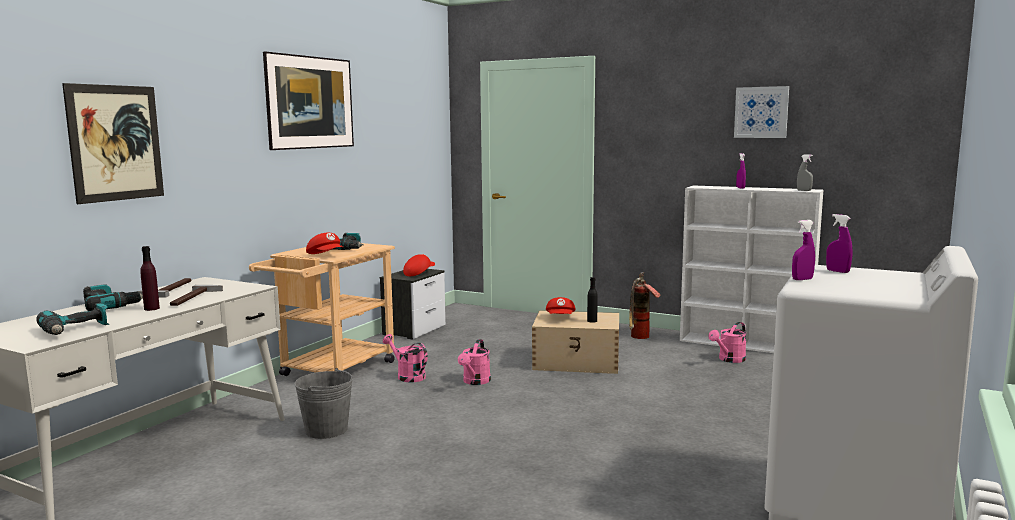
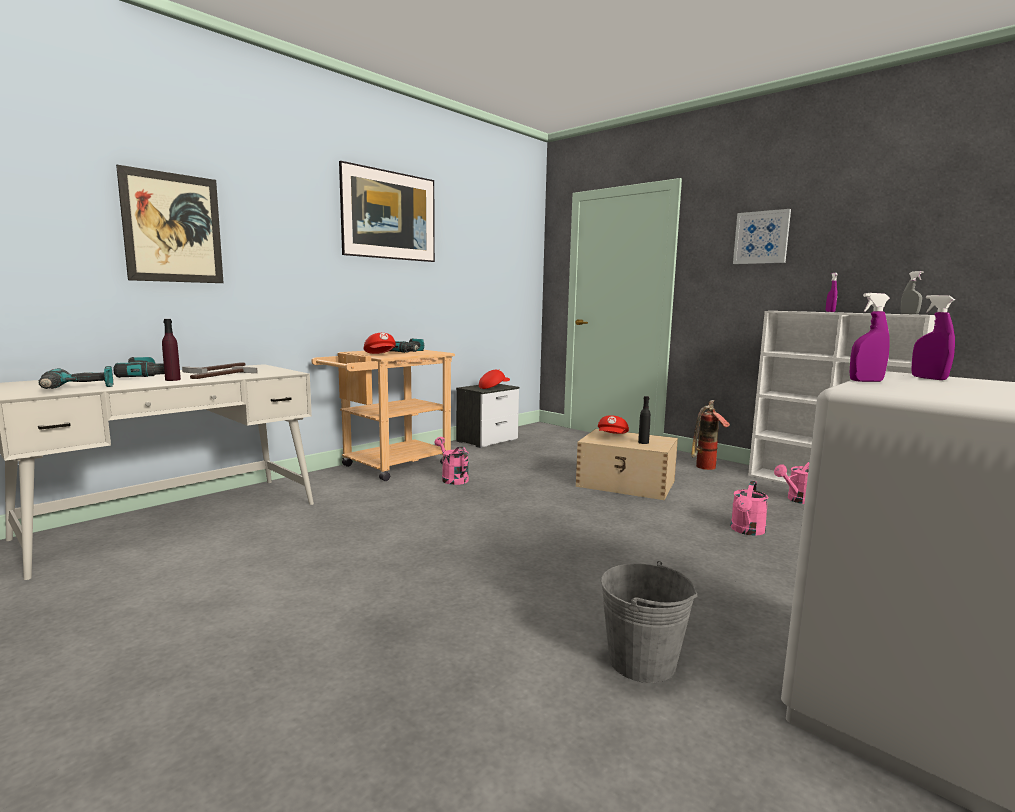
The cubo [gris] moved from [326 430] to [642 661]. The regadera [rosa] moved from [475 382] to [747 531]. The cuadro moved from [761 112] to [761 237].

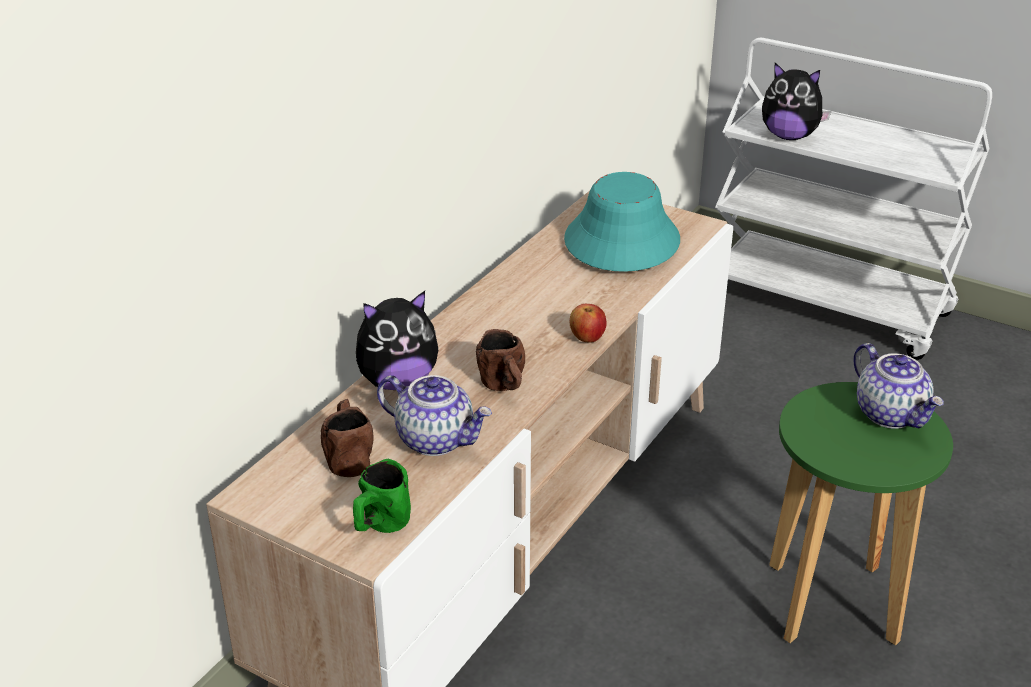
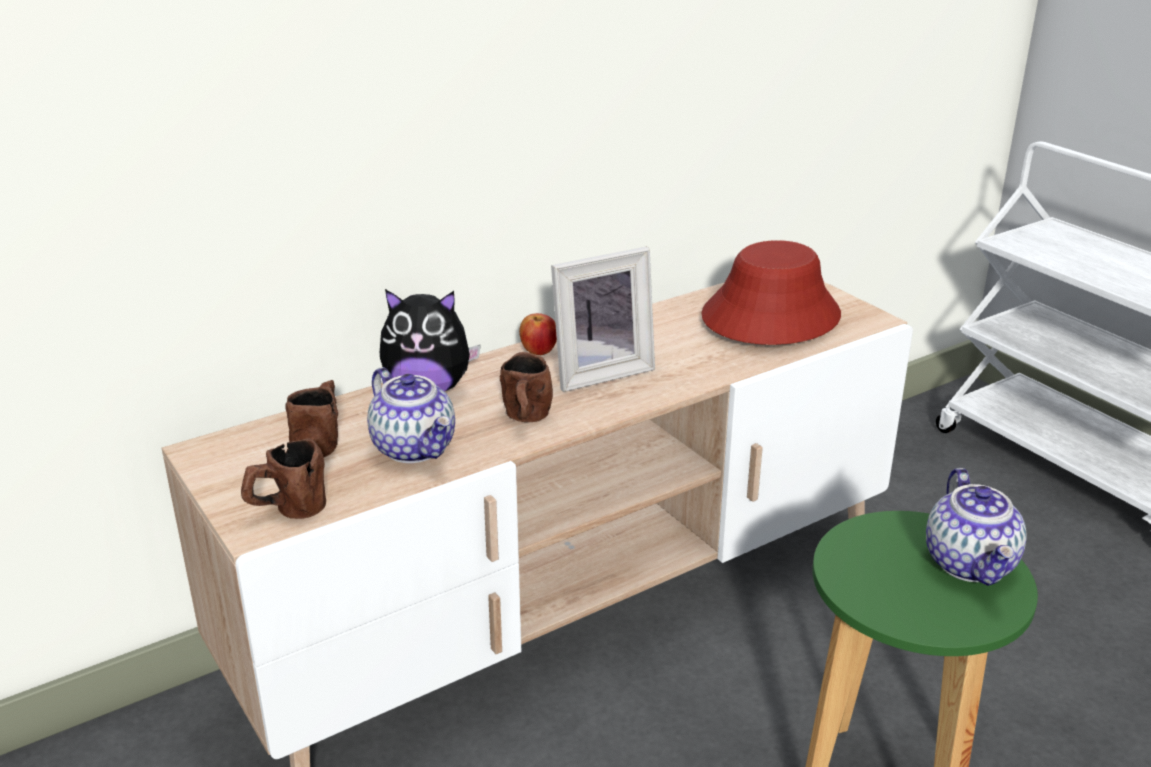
The taza grande [verde] at [379 527] became the taza grande [marrón] at [286 511]. The sombrero [turquesa] at [621 240] became the sombrero [rojo] at [770 316]. The manzana moved from [587 338] to [539 351]. The peluche at [789 136] disappeared. The portarretratos at [599 371] appeared.

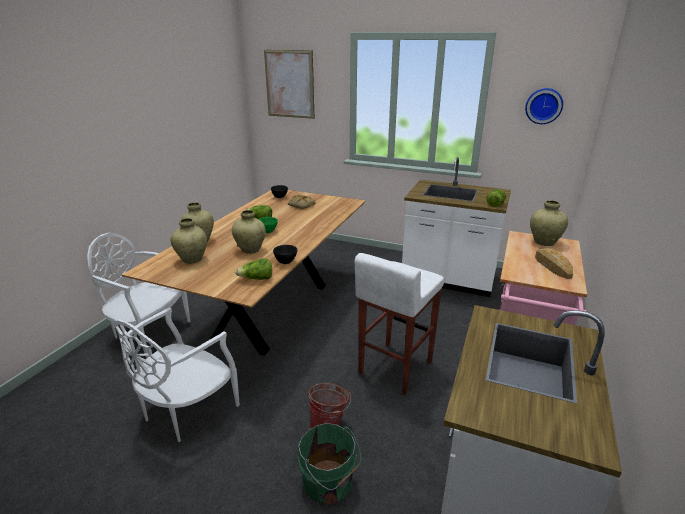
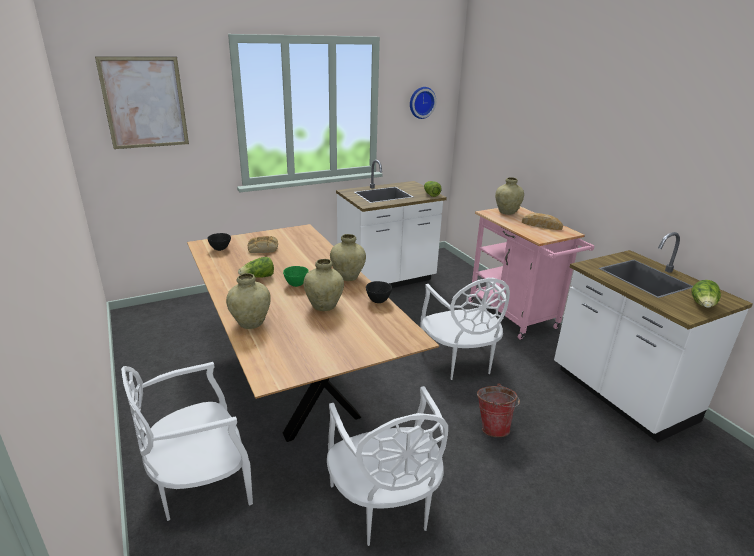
The florero [beis] moved from [192 260] to [347 277]. The lechuga moved from [257 279] to [703 305]. The cubo [verde] at [329 483] disappeared. The taburete [blanco] at [394 367] was replaced by the silla [blanco] at [459 361].

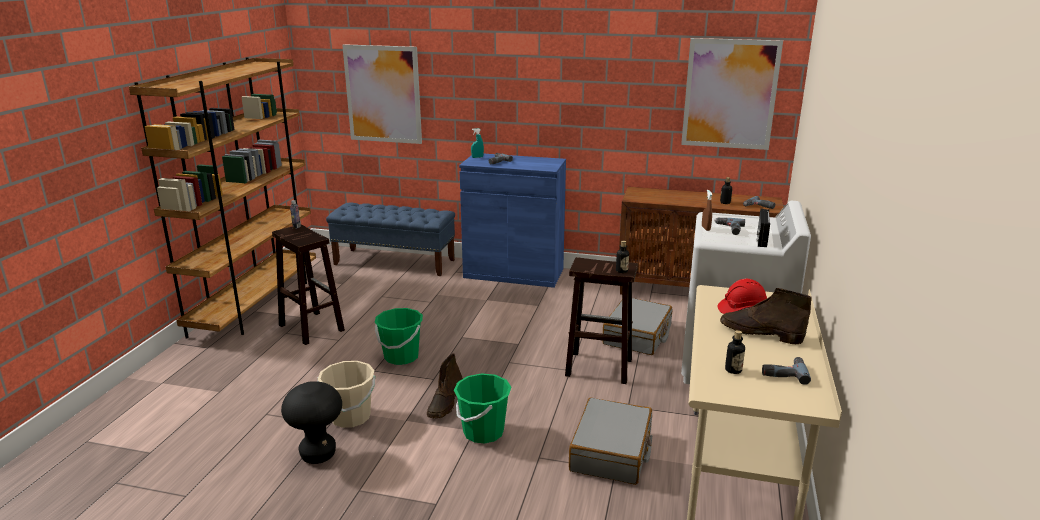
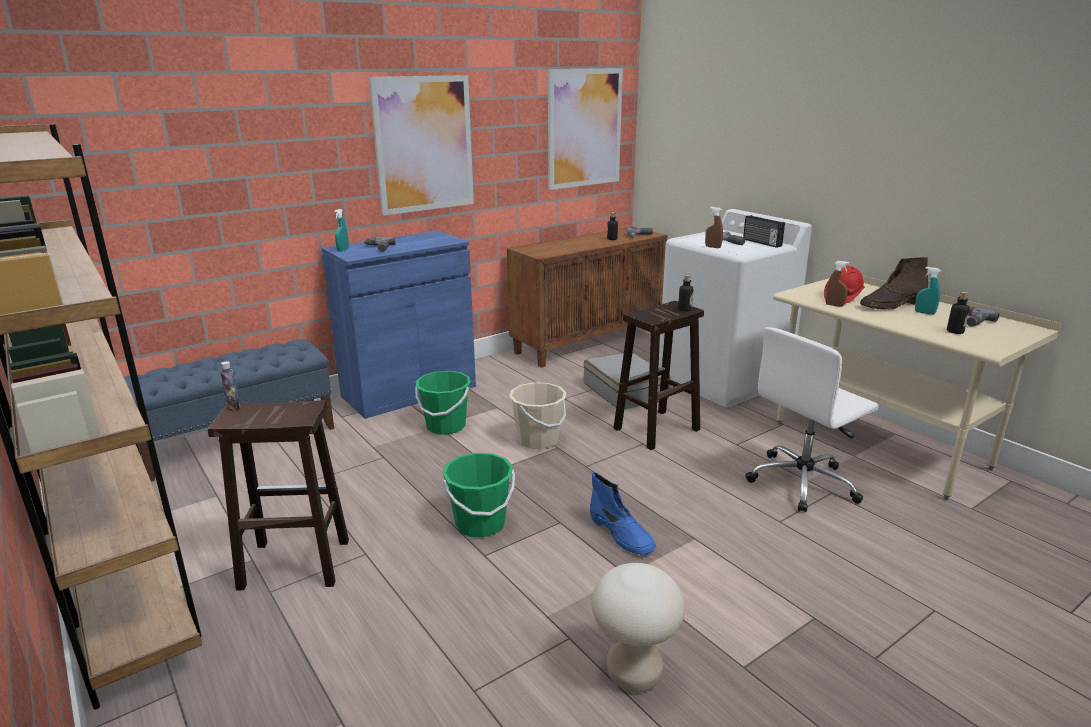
The taburete [negro] at [318 455] became the taburete [beis] at [633 675]. The cubo [beis] moved from [350 417] to [538 440]. The cuadro moved from [383 94] to [424 144]. The bota [marrón] at [445 403] became the bota [azul] at [621 534]. The cubo [verde] moved from [483 432] to [446 426]. The maleta [gris] at [611 452] was replaced by the silla de oficina [blanco] at [803 482]. The pulverizador [marrón] at [834 305] appeared. The pulverizador [turquesa] at [924 313] appeared.

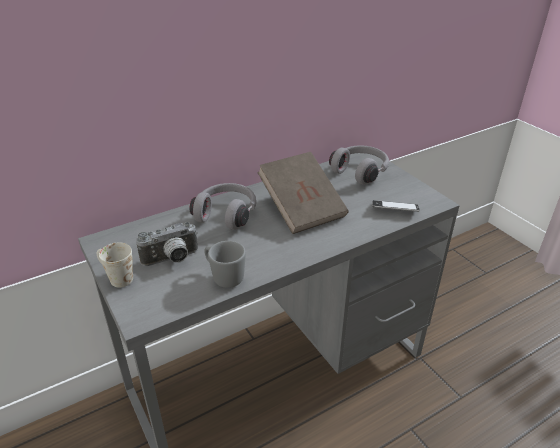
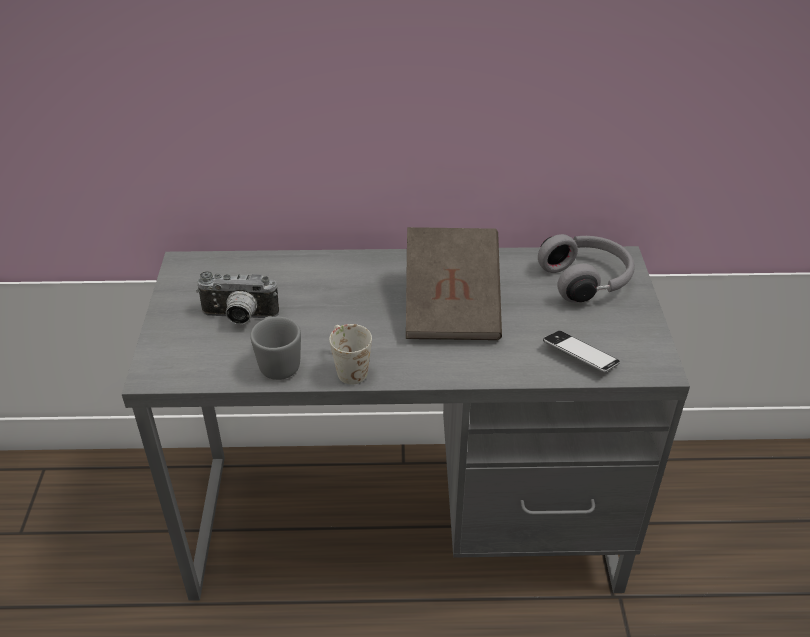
The taza grande [blanco] moved from [116 277] to [347 368]. The auriculares [gris] at [227 214] disappeared.

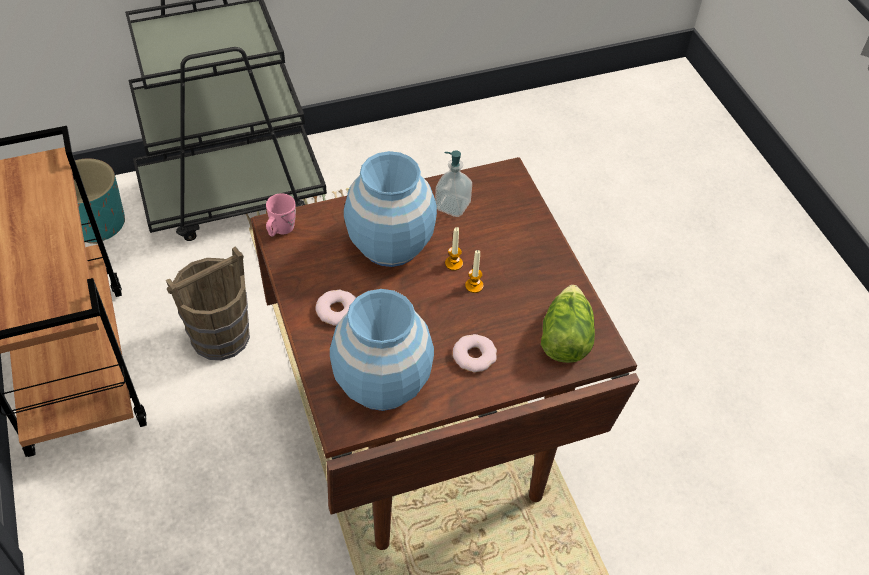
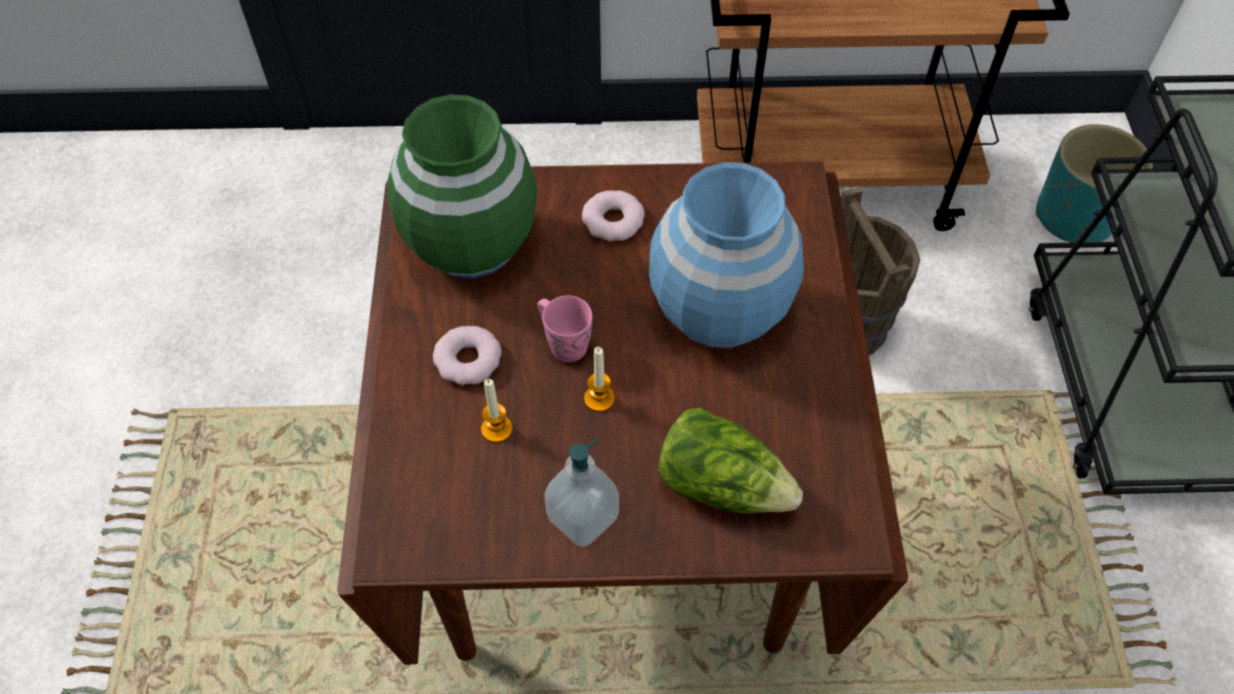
The taza grande [rosa] moved from [280 230] to [563 343]. The florero [azul] at [382 383] became the florero [verde] at [472 243]. The dispensador de jabón moved from [452 206] to [582 517]. The vela moved from [454 263] to [497 429]. The lechuga moved from [564 337] to [722 483].

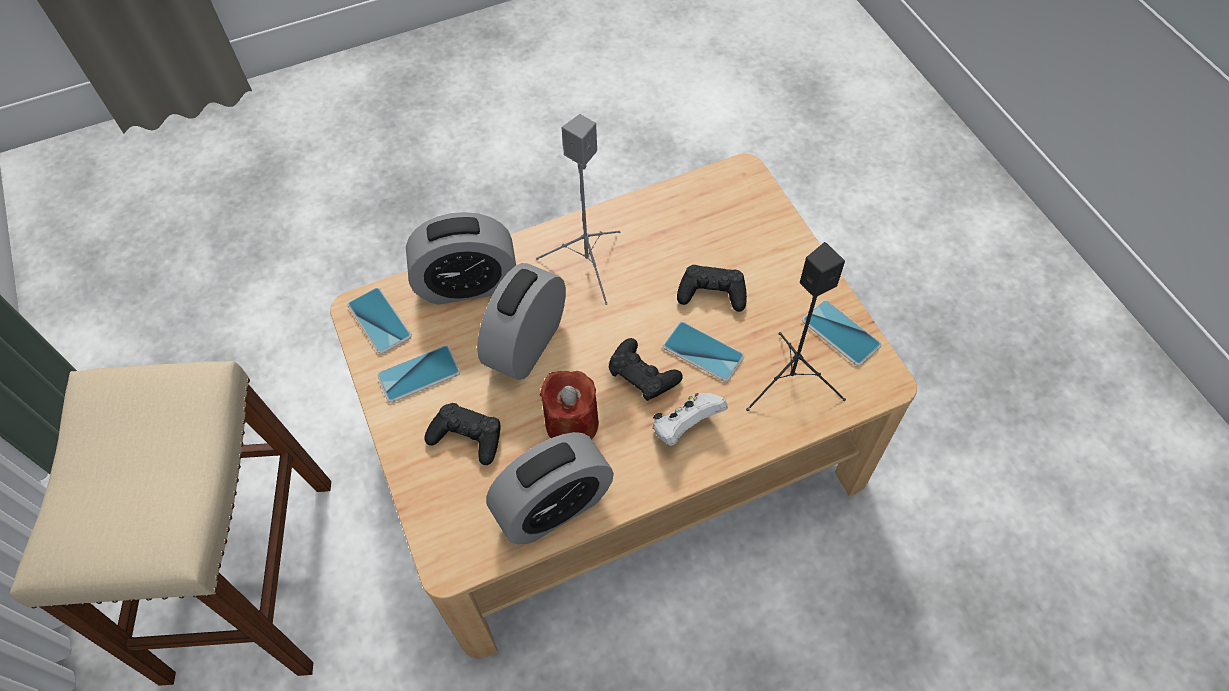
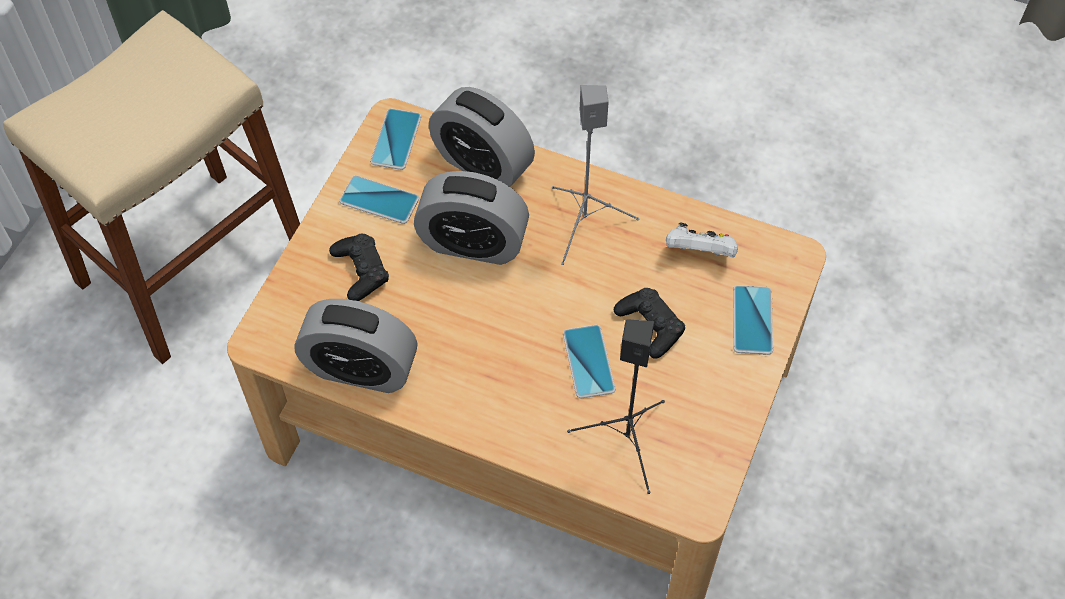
The despertador at [527 344] turned 150 degrees counterclockwise. The vela [rojo] at [572 423] disappeared. The mando de consola [negro] at [642 374] disappeared. The mando de consola [blanco] moved from [685 426] to [699 253]. The móvil moved from [841 333] to [752 320].

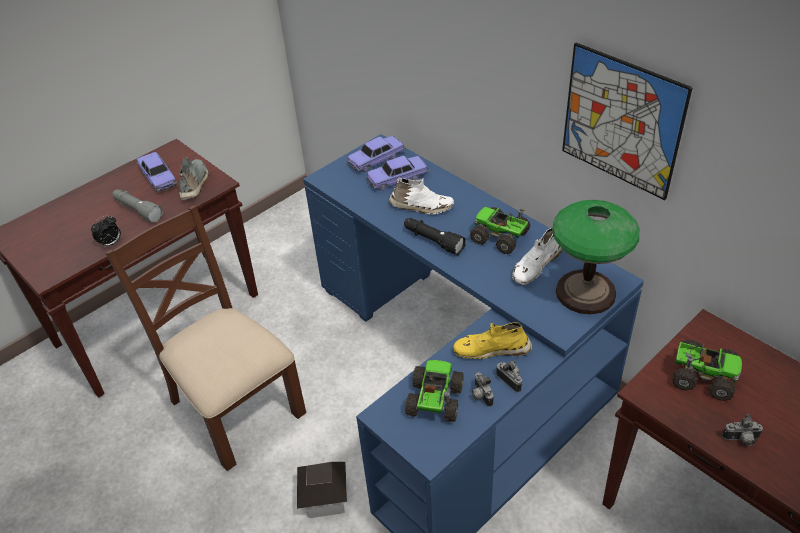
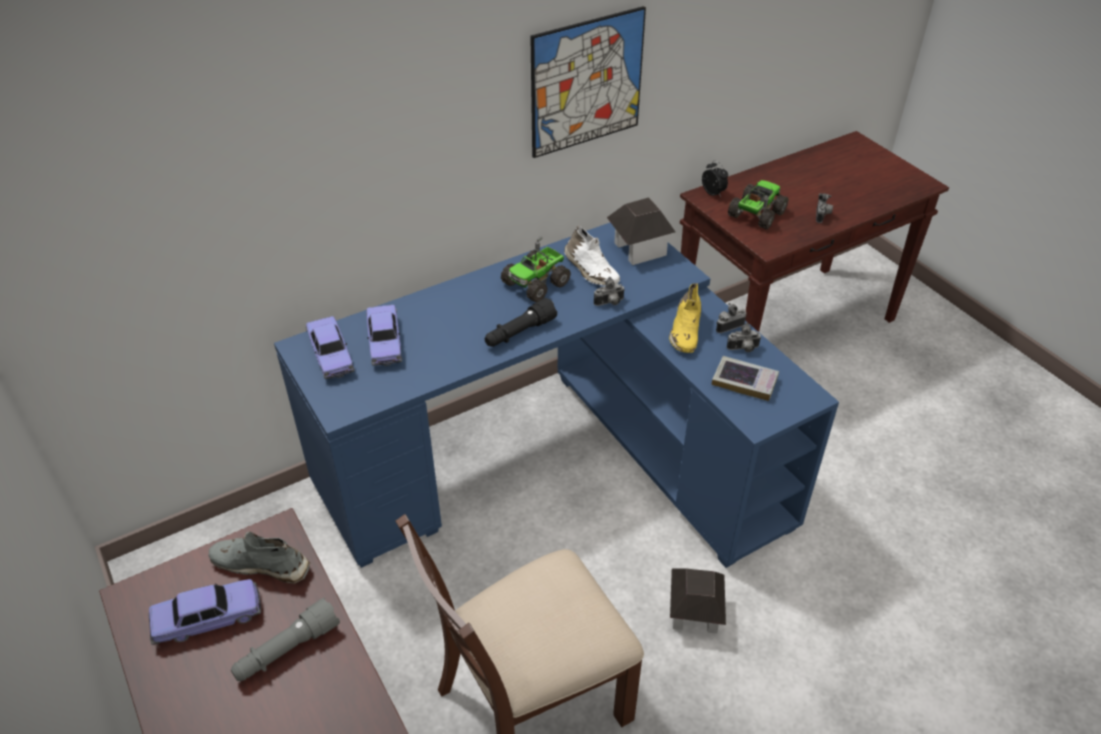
The despertador moved from [111 243] to [713 193]. The zapato [blanco] at [421 207] disappeared. The camión de juguete at [434 401] was replaced by the libro at [744 381]. The lámpara de mesa at [585 292] was replaced by the casita at [639 249]. The cámara at [610 303] appeared.

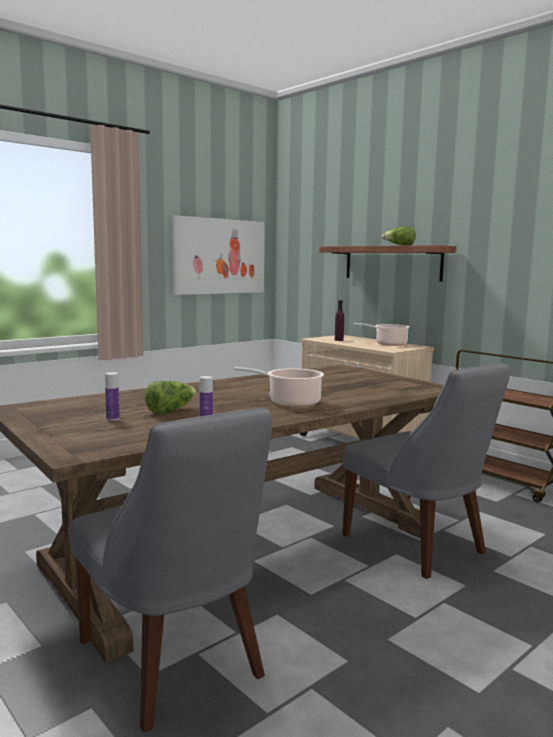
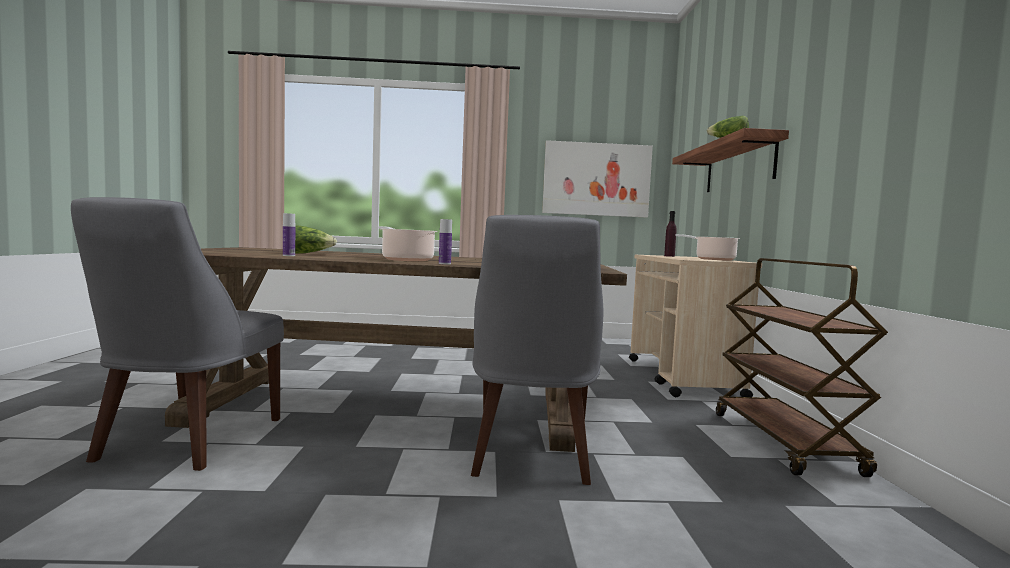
The botella moved from [112 419] to [444 264].

